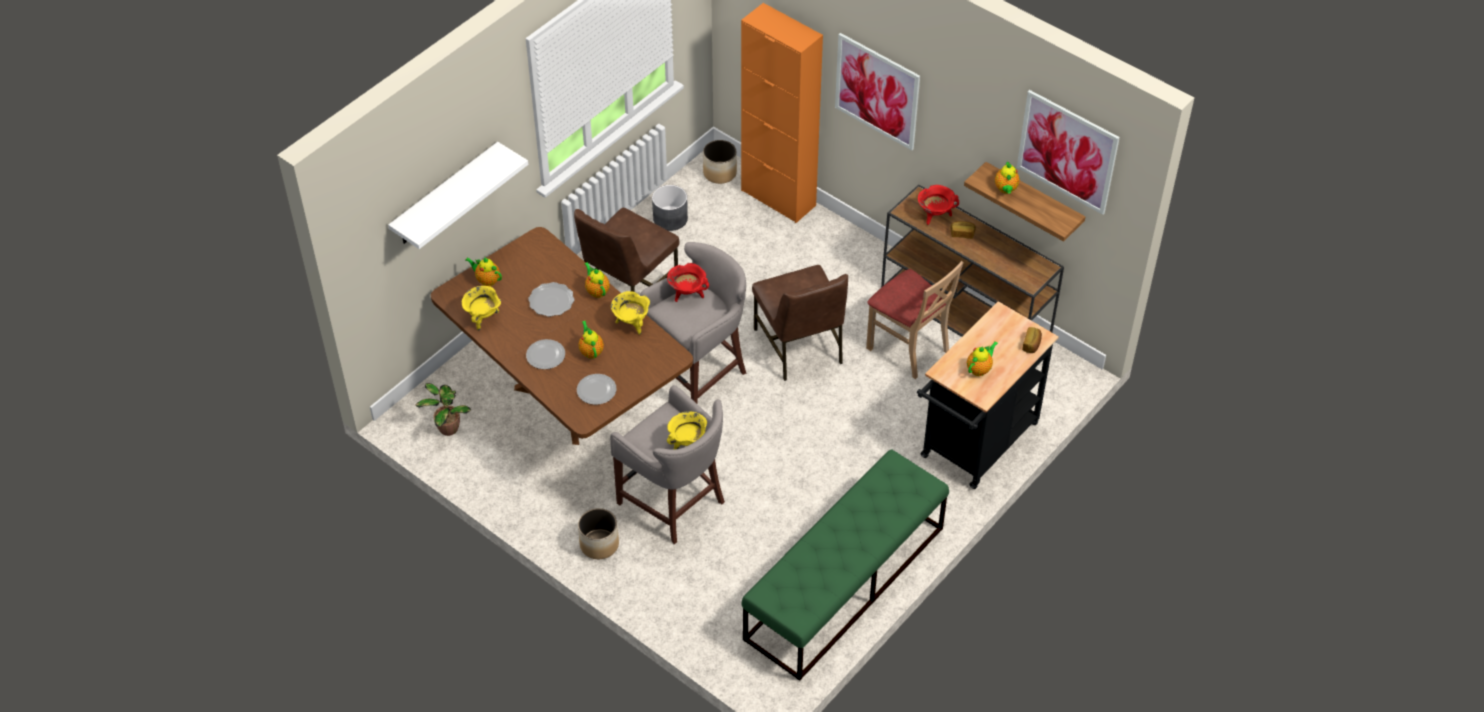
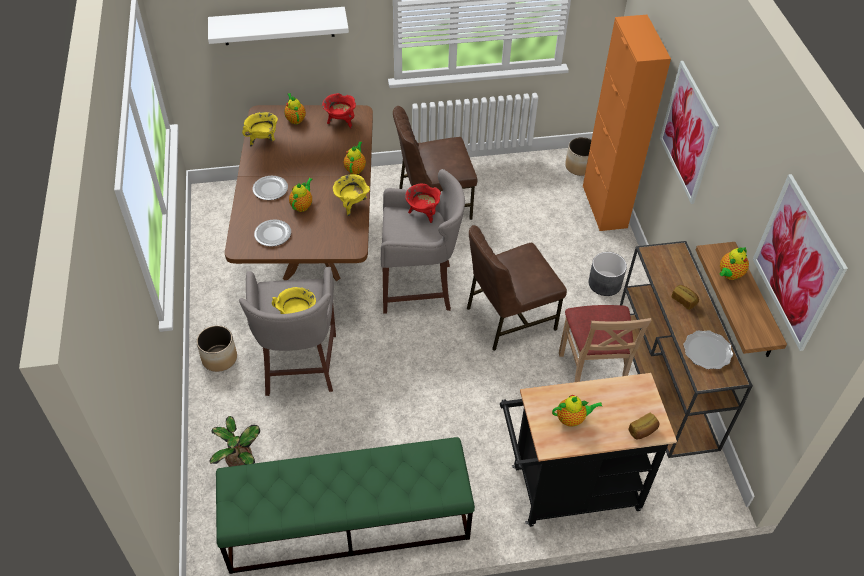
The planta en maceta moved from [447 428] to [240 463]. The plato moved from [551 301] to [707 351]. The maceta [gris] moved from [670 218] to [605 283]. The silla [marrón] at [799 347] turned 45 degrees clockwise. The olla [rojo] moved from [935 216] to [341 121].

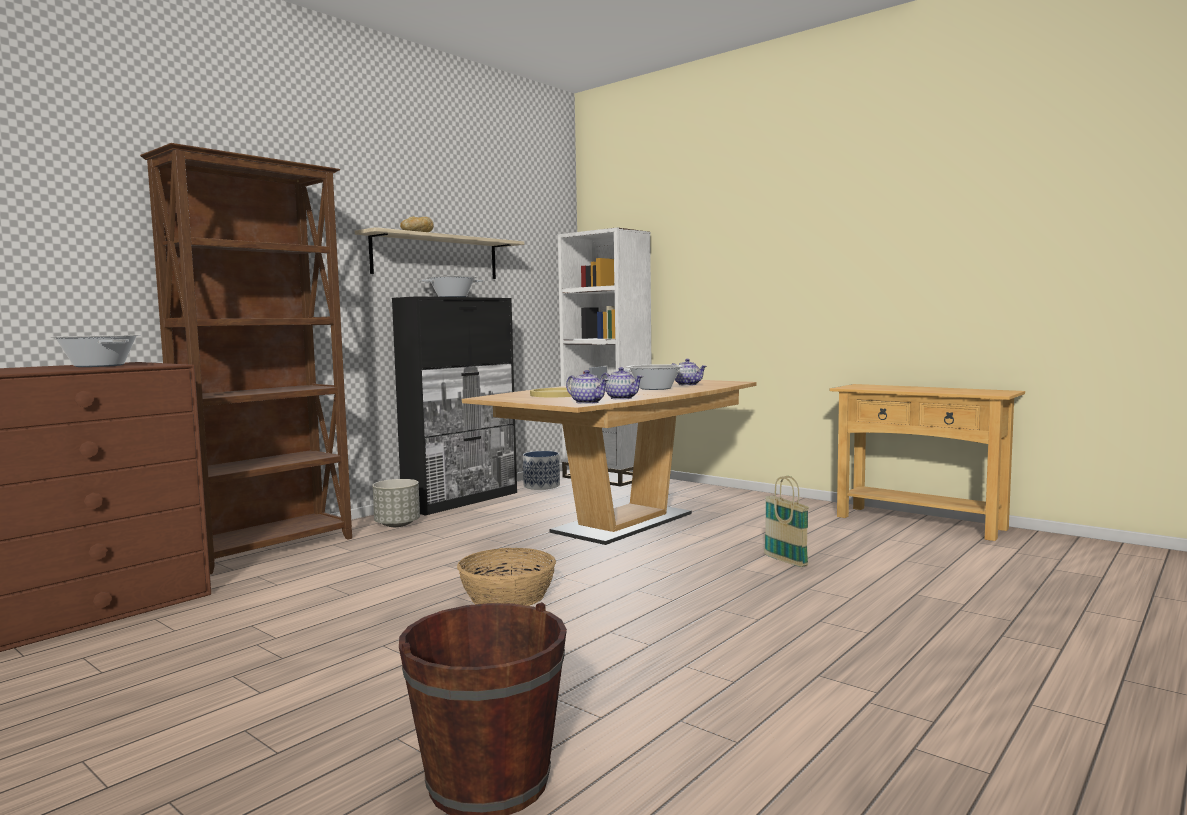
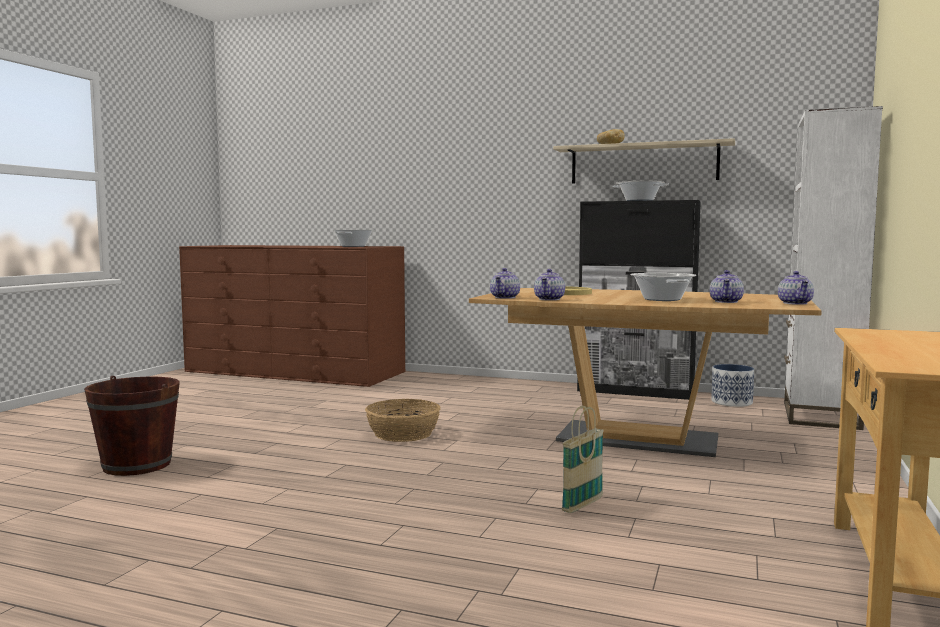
The estantería [marrón] at [271 550] disappeared. The maceta [gris] at [397 525] disappeared. The tetera at [795 303] appeared.

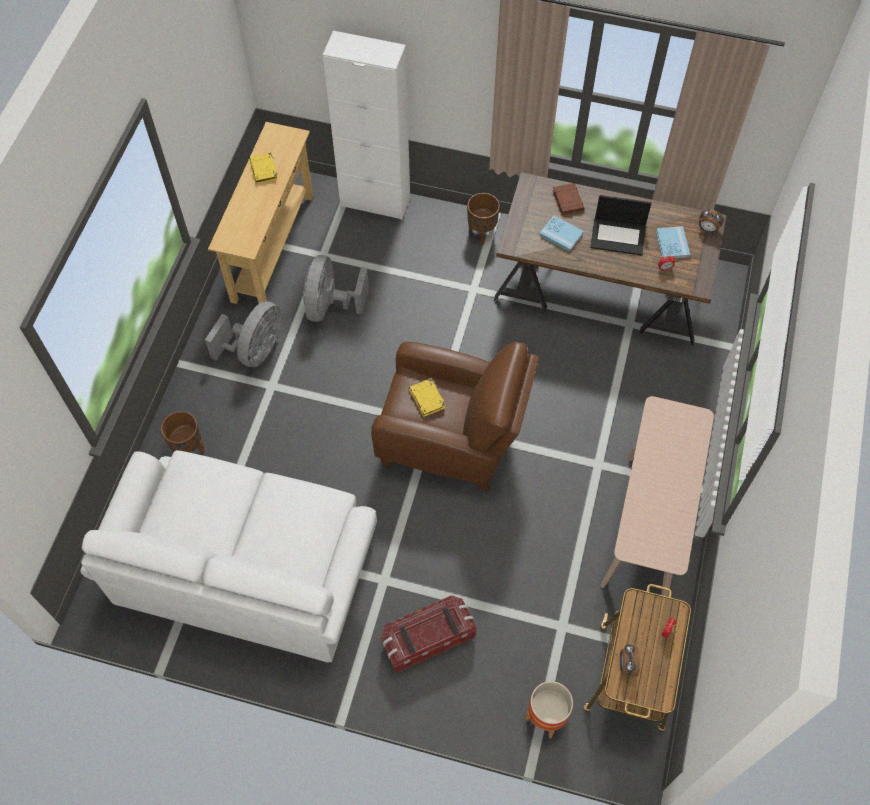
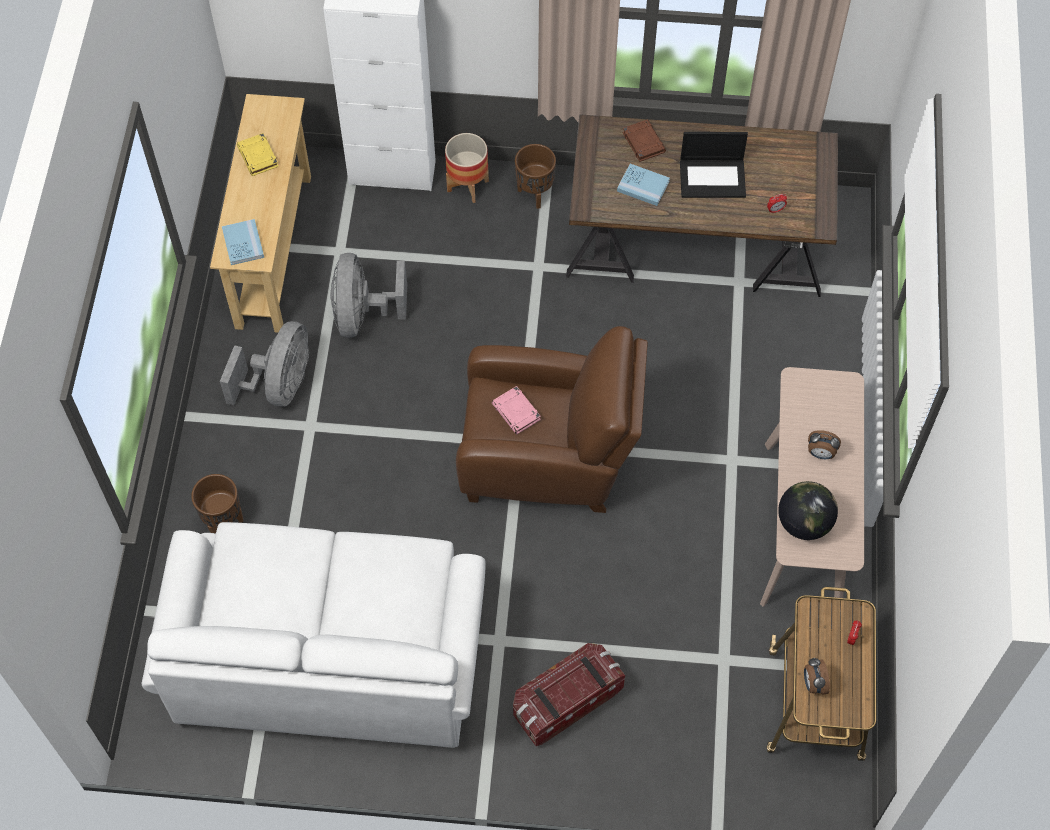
The libro [amarillo] at [427 399] became the libro [rosa] at [516 412]. The maceta moved from [546 717] to [468 186]. The libro [azul] moved from [672 244] to [243 243]. The despertador moved from [707 229] to [820 453]. The globo terráqueo at [804 523] appeared.

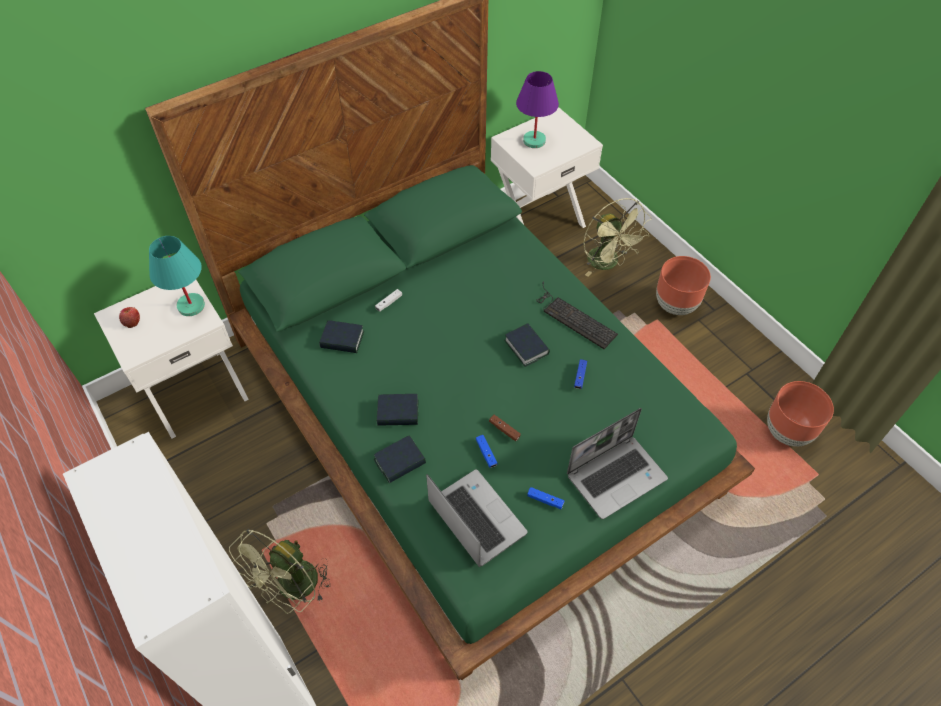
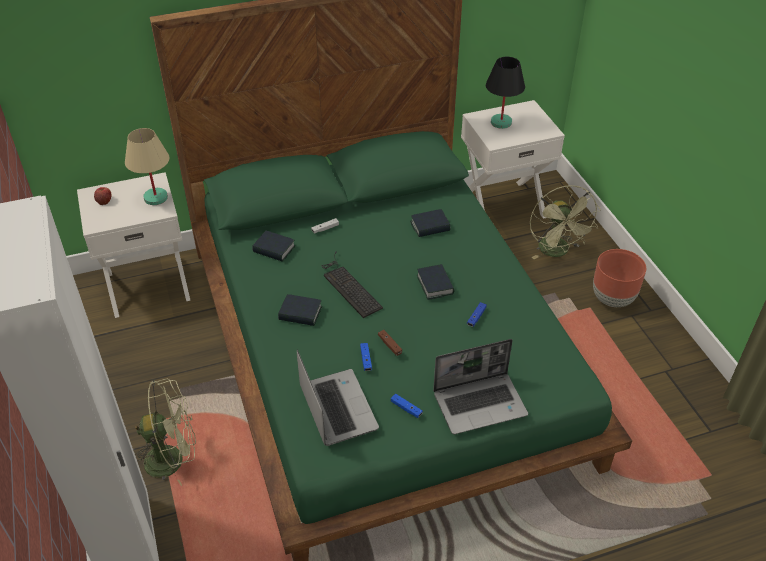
The lámpara de mesa [turquesa] at [191 306] became the lámpara de mesa [beis] at [156 198]. The ventilador [verde] at [292 589] turned 150 degrees counterclockwise. The libro moved from [400 462] to [430 226]. The lámpara de mesa [morado] at [533 141] became the lámpara de mesa [negro] at [500 122]. The teclado moved from [573 317] to [348 286]. The maceta [marrón] at [787 431] disappeared.

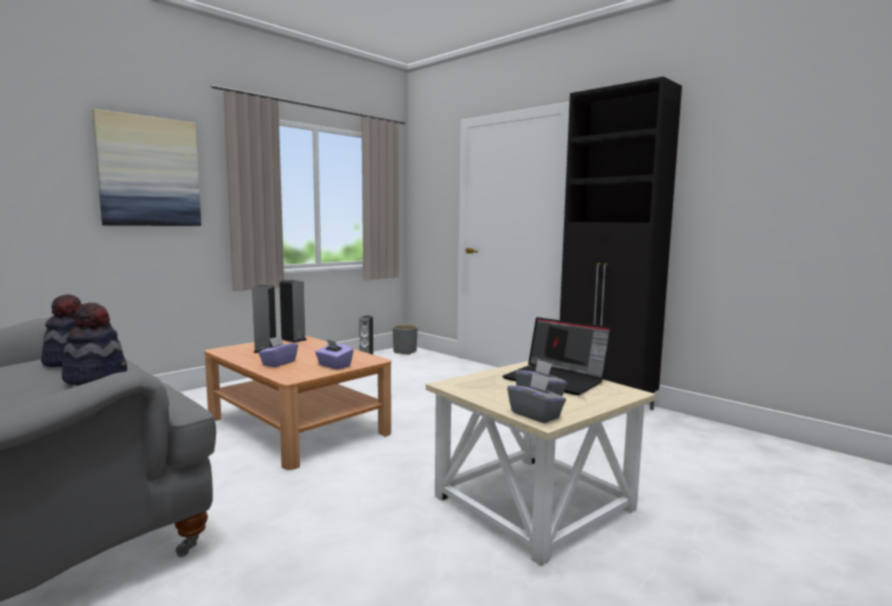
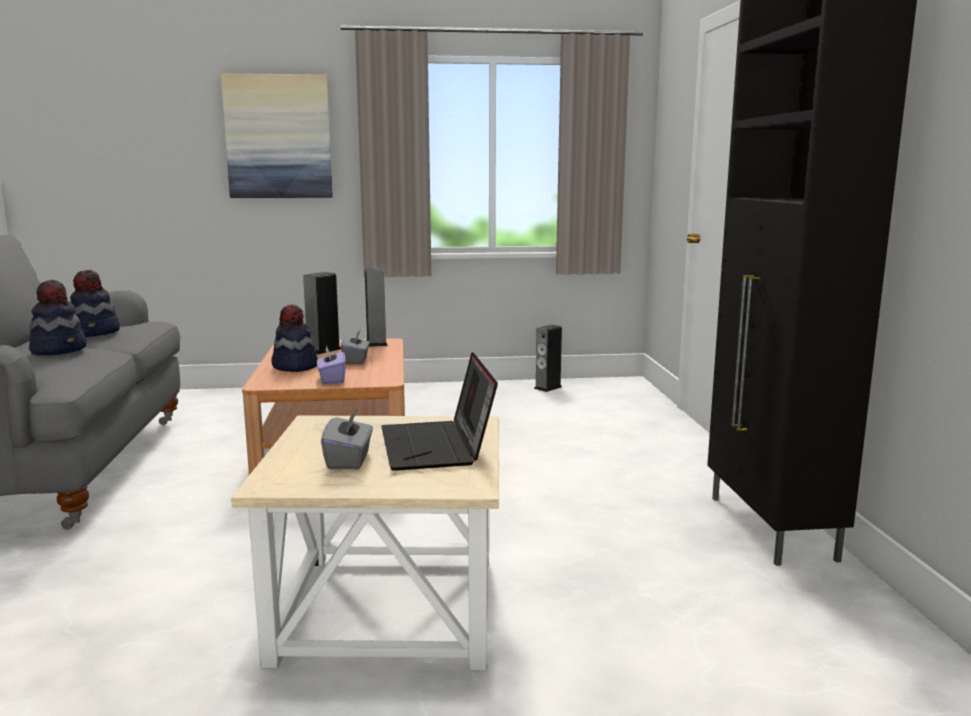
The caja de pañuelos [morado] at [278 363] was replaced by the sombrero at [294 367]. The maceta [gris] at [405 352] disappeared. The caja de pañuelos [gris] moved from [535 415] to [356 360].

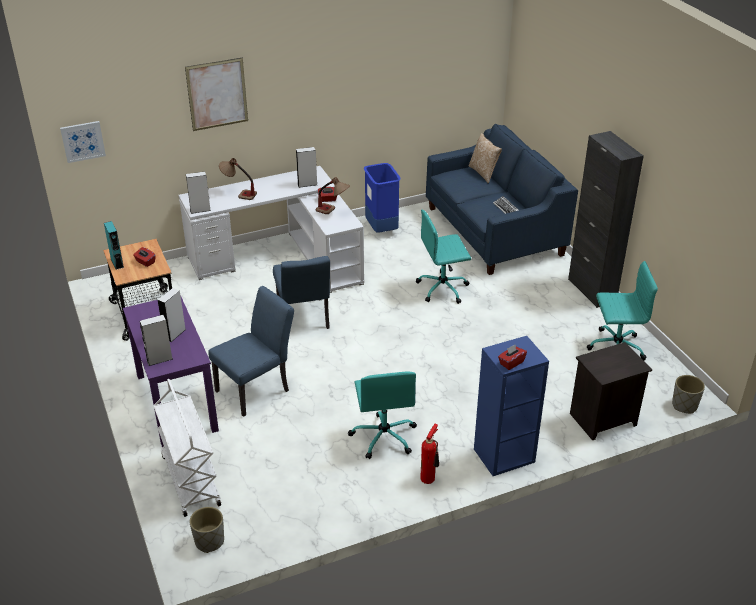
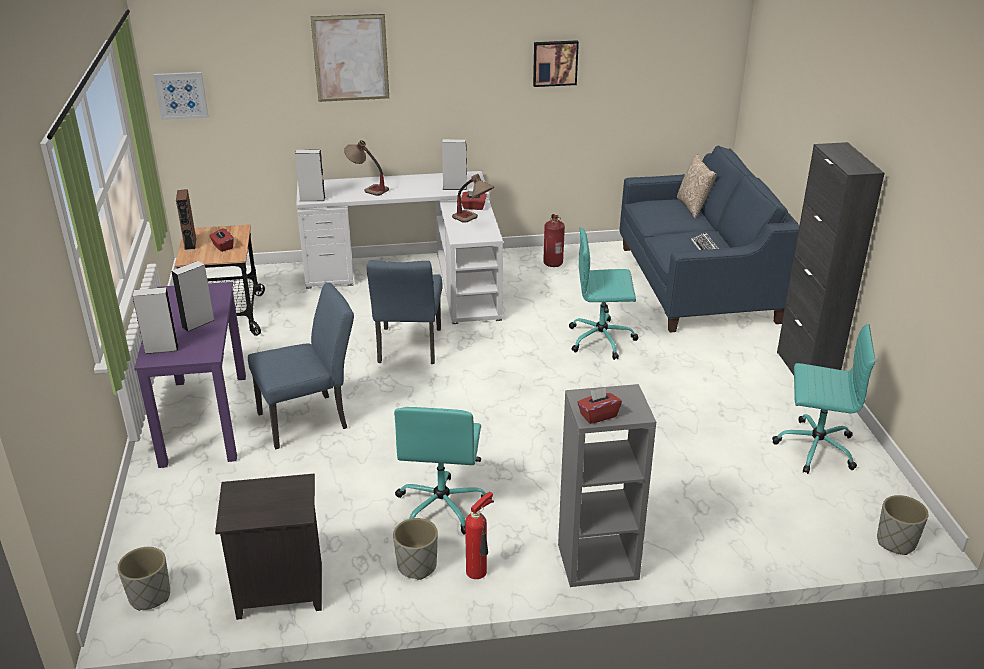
The altavoz [turquesa] at [117 263] became the altavoz [marrón] at [190 243]. The carrito [blanco] at [190 479] disappeared. The papelera [azul] at [382 229] was replaced by the extintor at [553 263]. The estantería [azul] at [504 456] became the estantería [gris] at [597 562]. The mesita de noche [negro] moved from [602 420] to [278 592]. The maceta [gris] at [416 566] appeared. The cuadro at [555 63] appeared.

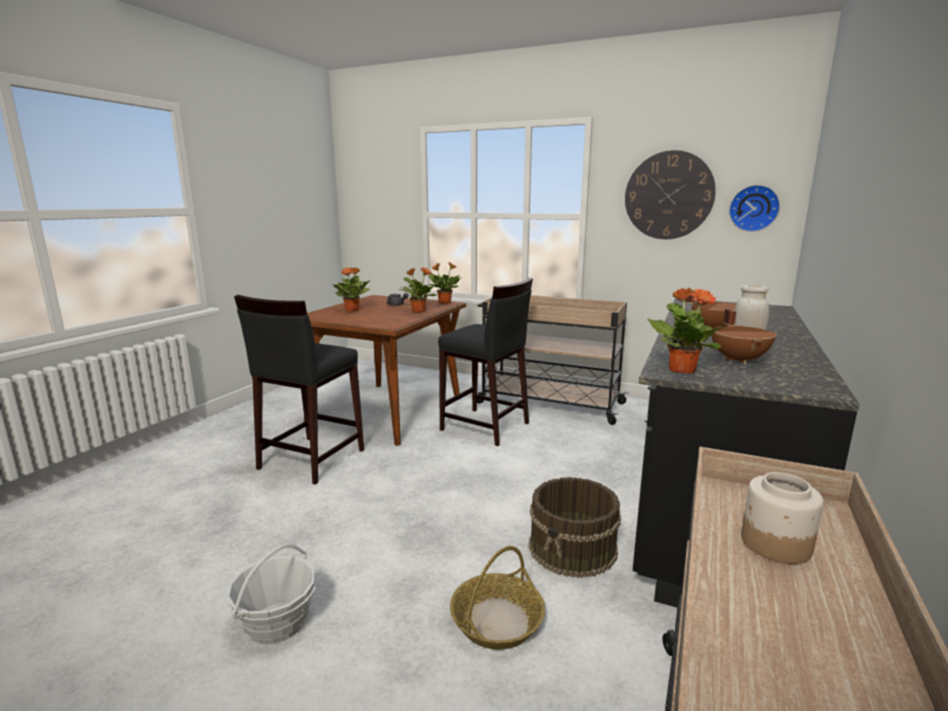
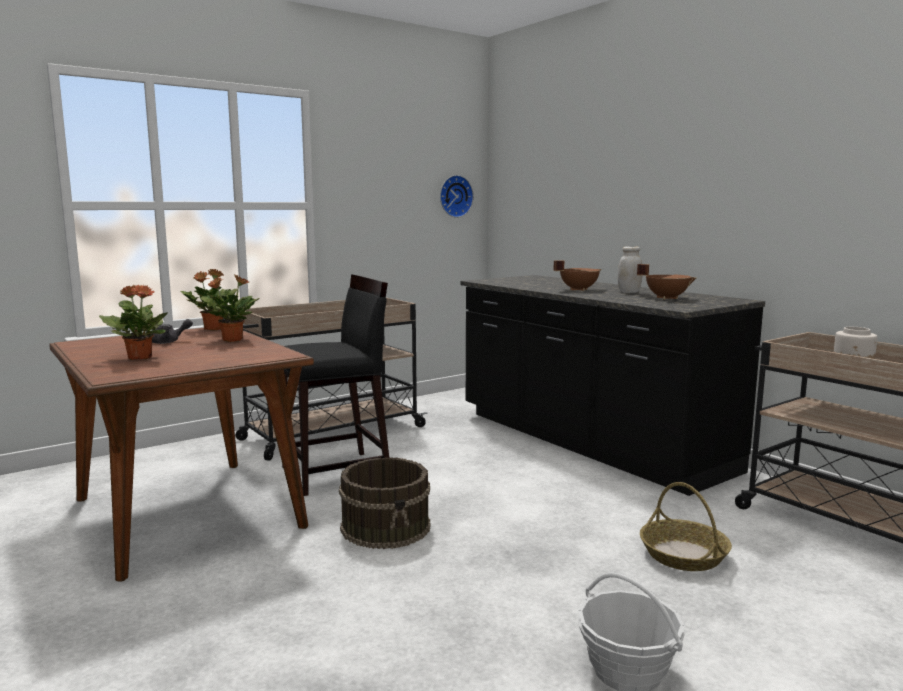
The taburete [negro] at [310 459] disappeared. The cubo [marrón] moved from [573 548] to [386 527]. The reloj de pared at [668 195] disappeared. The planta en maceta at [681 370] disappeared.

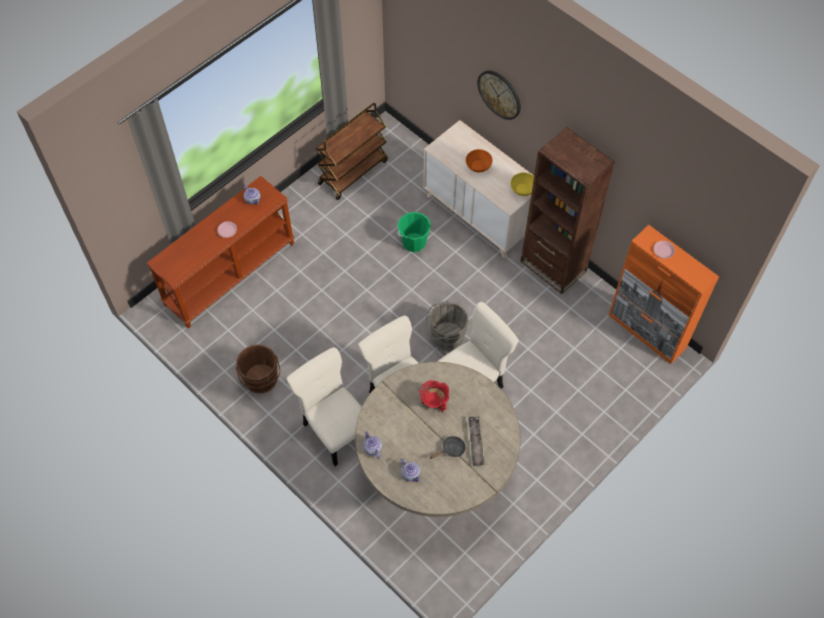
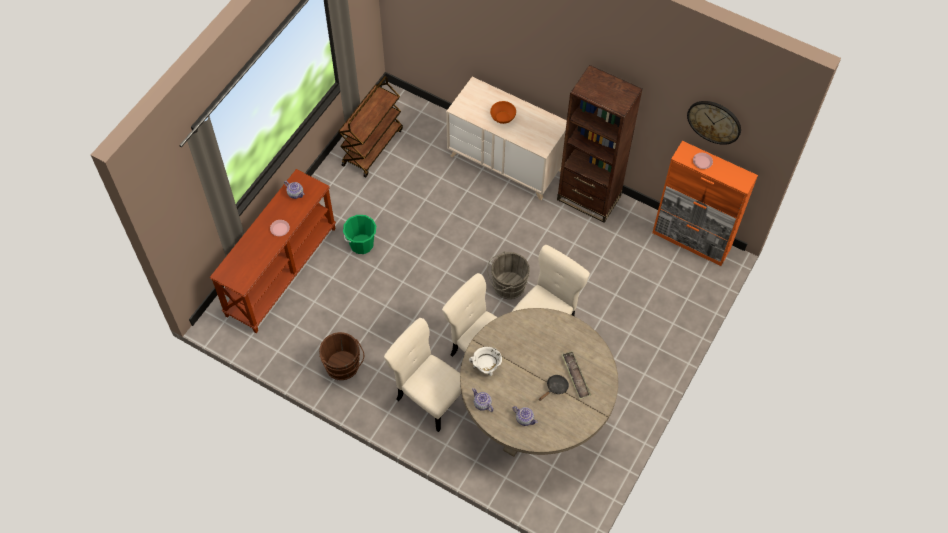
The cubo [verde] moved from [414 242] to [361 244]. The olla [rojo] at [434 402] disappeared. The reloj de pared moved from [499 94] to [714 121]. The cuenco [amarillo] at [523 189] disappeared. The olla [blanco] at [486 367] appeared.

